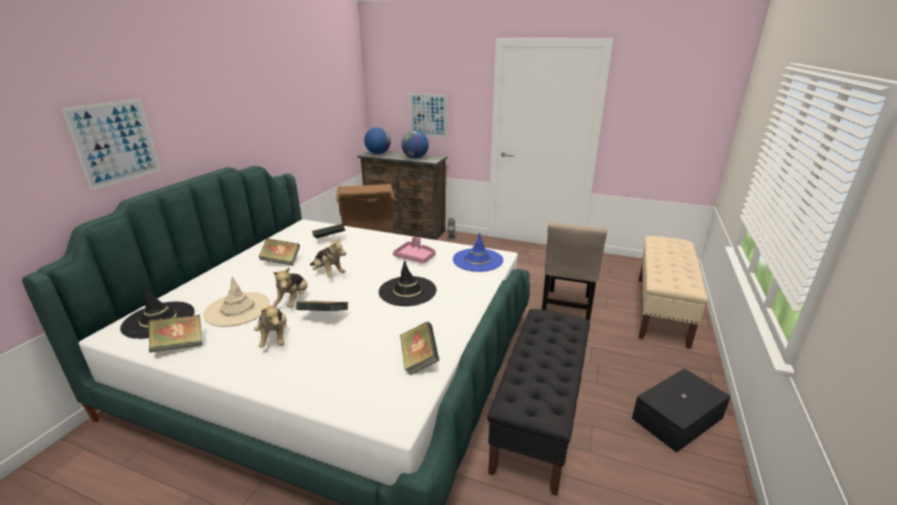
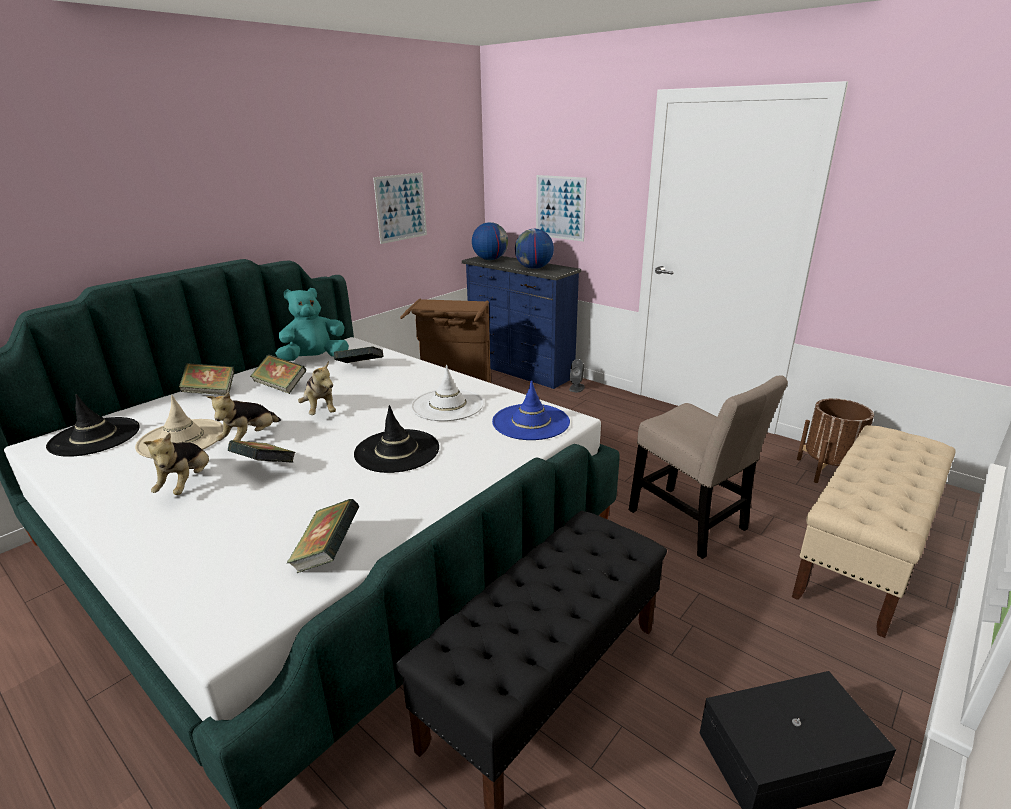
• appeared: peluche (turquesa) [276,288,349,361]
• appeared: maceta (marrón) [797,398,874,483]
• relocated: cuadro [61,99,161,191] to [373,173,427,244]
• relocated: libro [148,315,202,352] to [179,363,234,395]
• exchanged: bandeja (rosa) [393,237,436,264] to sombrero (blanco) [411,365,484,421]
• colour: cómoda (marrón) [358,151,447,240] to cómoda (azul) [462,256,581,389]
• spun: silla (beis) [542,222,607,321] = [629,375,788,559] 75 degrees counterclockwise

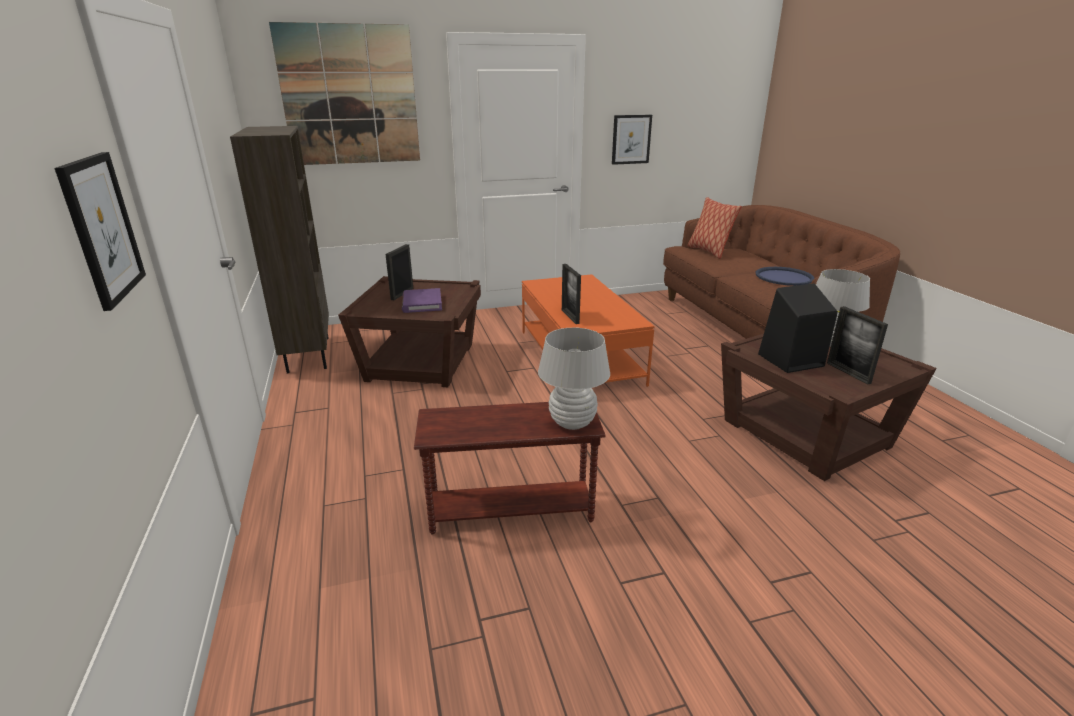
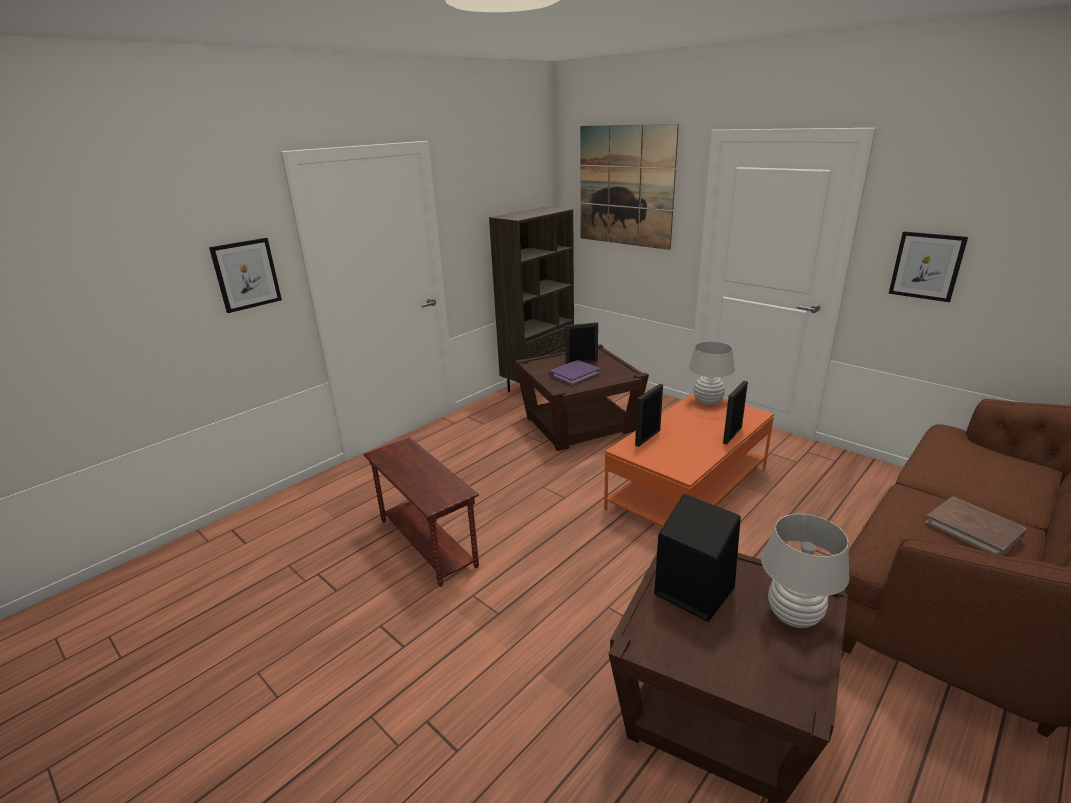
• missing: cojín [688,197,742,259]
• relocated: lámpara de mesa (blanco) [538,328,610,430] to [689,341,735,405]
• relocated: portarretratos [827,306,888,385] to [723,381,748,444]
• exchanged: bandeja (azul) [756,267,815,286] to libro (marrón) [924,496,1026,557]

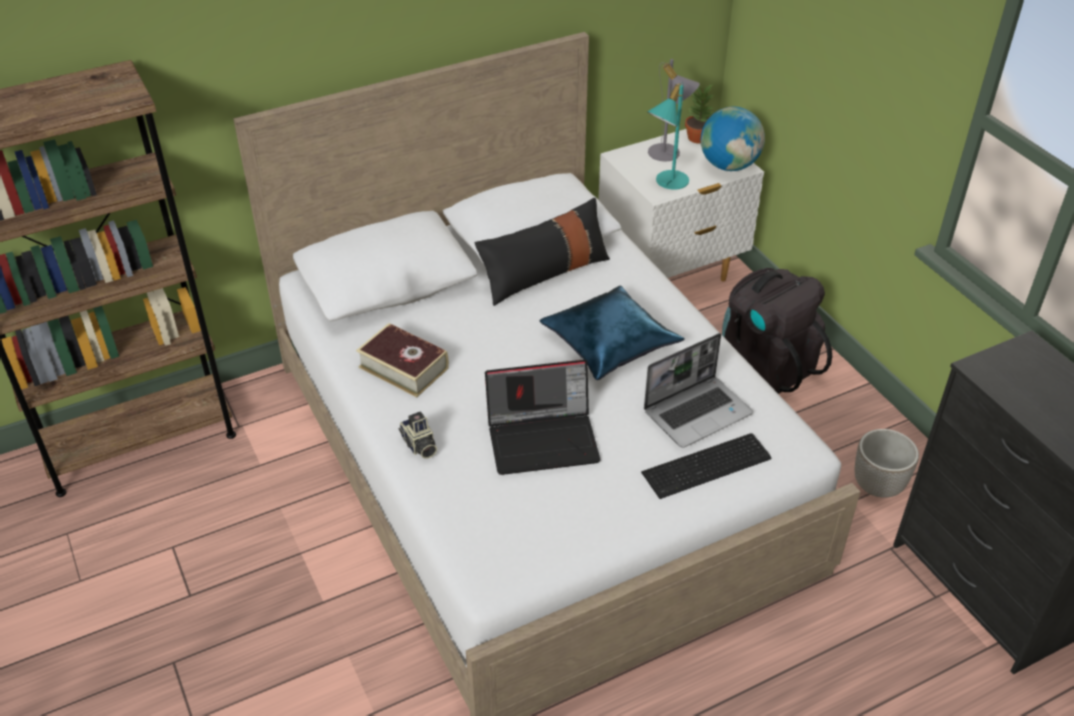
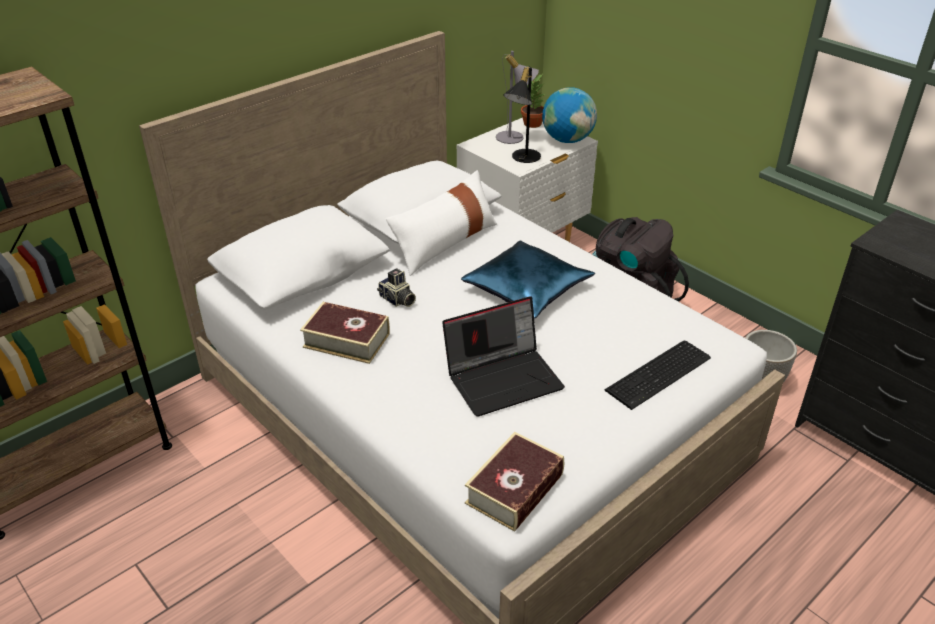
• missing: portátil [644,333,753,448]
• appeared: libro [465,432,564,532]
• relocated: cámara [398,411,437,459] to [377,268,416,307]
• colour: cojín (negro) [475,198,610,306] to cojín (blanco) [386,170,497,276]
• colour: lámpara de mesa (turquesa) [647,82,689,190] to lámpara de mesa (negro) [504,66,541,163]

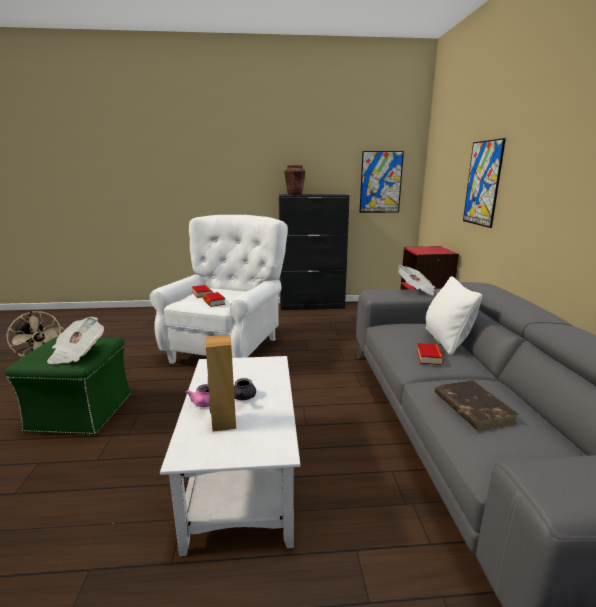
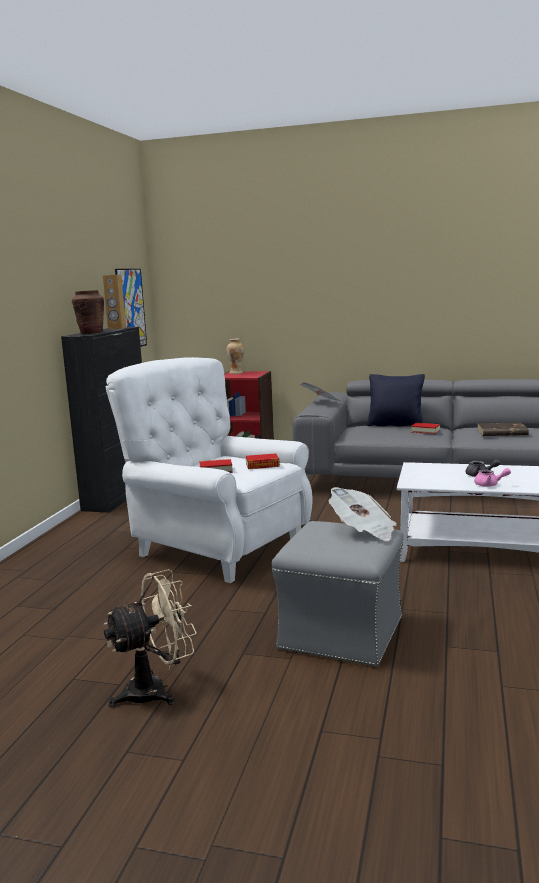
• missing: cuadro [463,138,506,228]
• appeared: florero [226,339,244,374]
• relocated: altavoz (marrón) [206,335,236,432] to [103,275,126,330]
• colour: puf (verde) [5,337,131,435] to puf (gris) [272,521,404,667]
• colour: cojín (blanco) [426,276,482,355] to cojín (negro) [367,374,425,427]

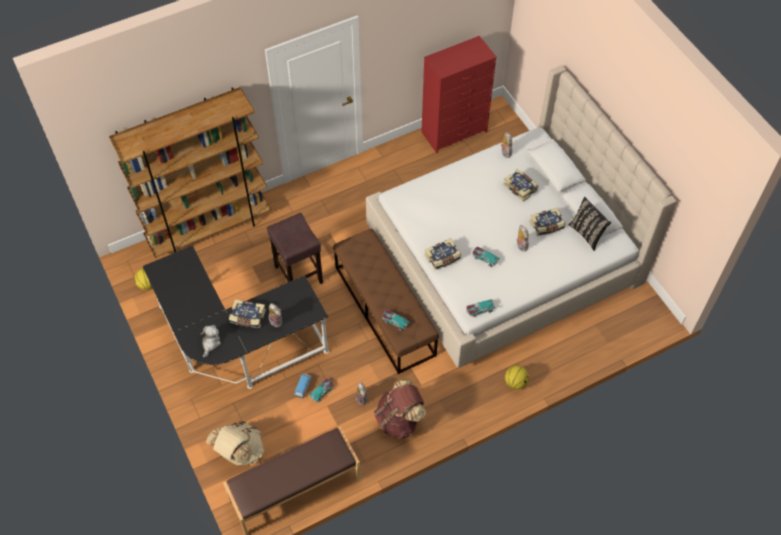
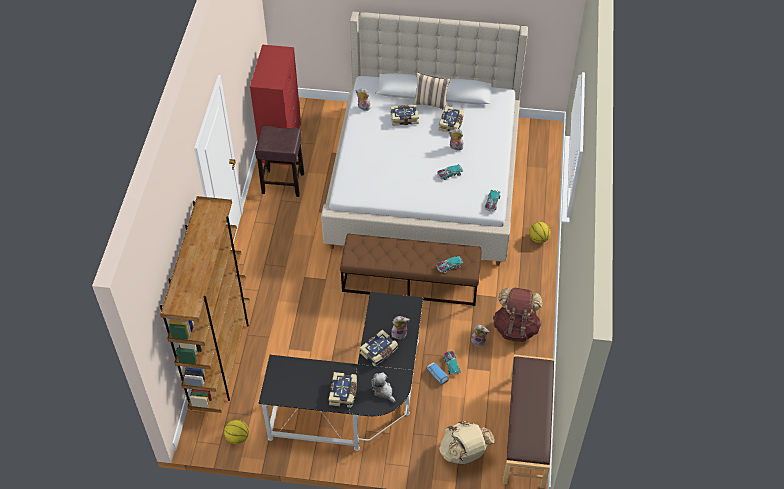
• missing: cojín (negro) [568,197,611,251]
• appeared: cojín (beis) [413,72,451,110]
• relocated: taburete (marrón) [267,213,323,284] to [255,126,304,197]
• relocated: libro [425,238,461,270] to [329,372,357,408]

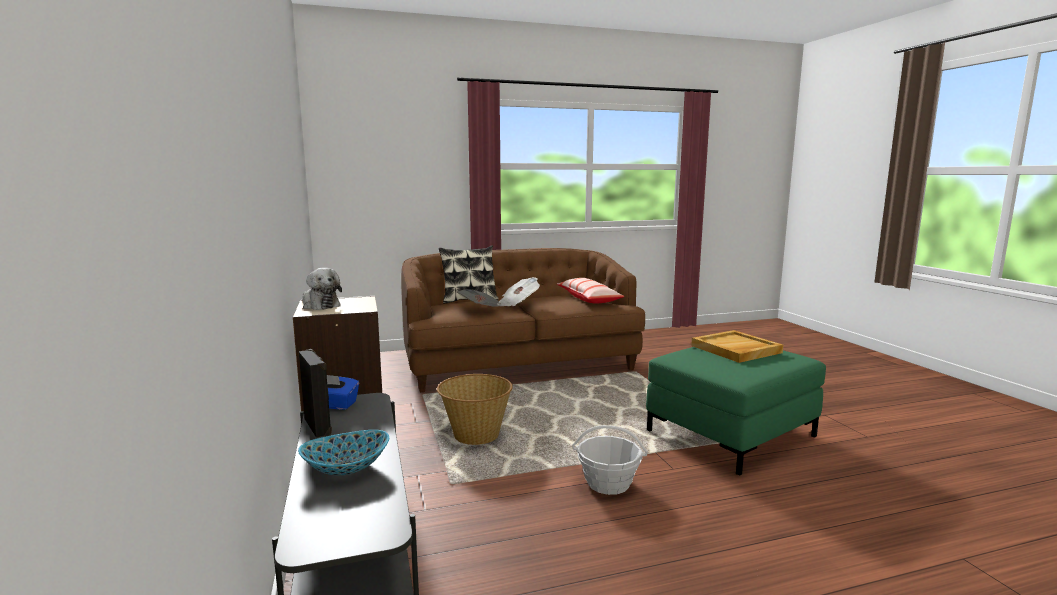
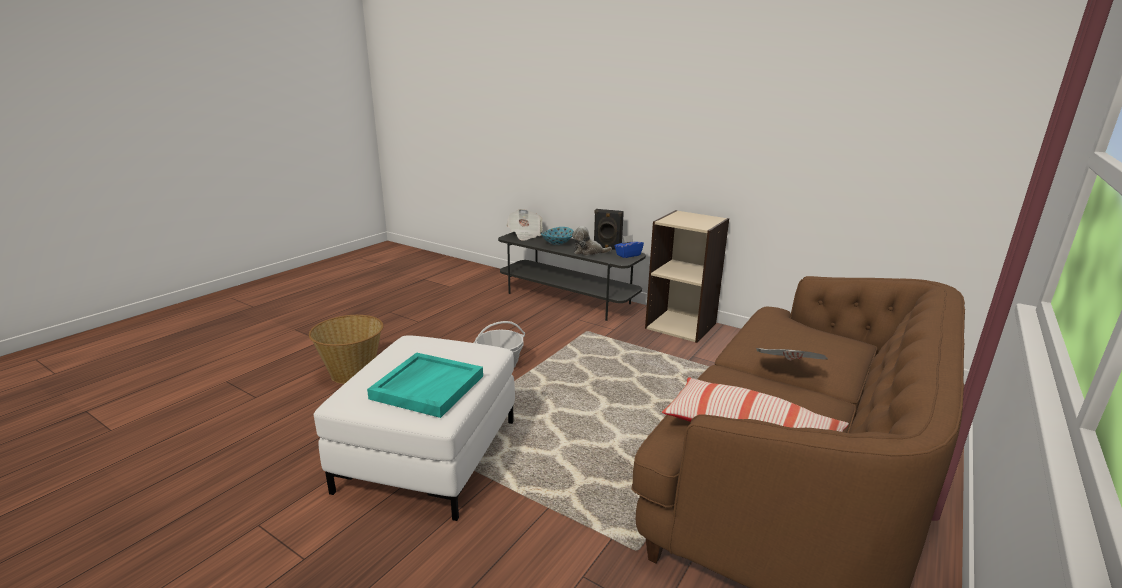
• missing: cojín [439,246,499,304]
• relocated: peluche [302,268,342,310] to [572,226,612,256]
• relocated: cesta [437,374,513,445] to [309,315,384,384]
• relocated: periódico [457,289,500,307] to [506,209,542,240]
• colour: puf (verde) [646,347,826,476] to puf (blanco) [314,335,515,521]
• colour: bandeja (beis) [691,330,783,363] to bandeja (turquesa) [367,352,483,418]

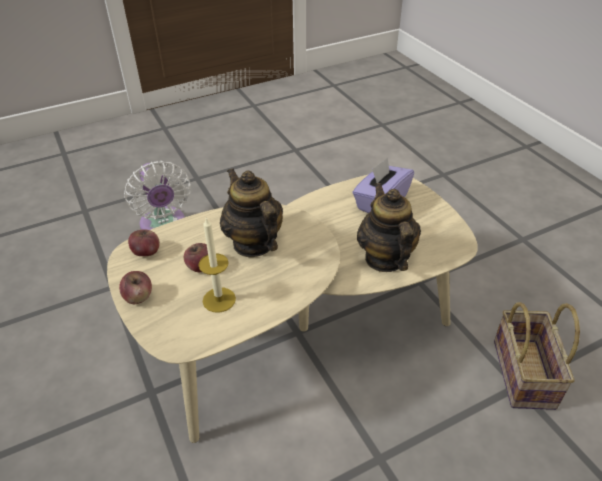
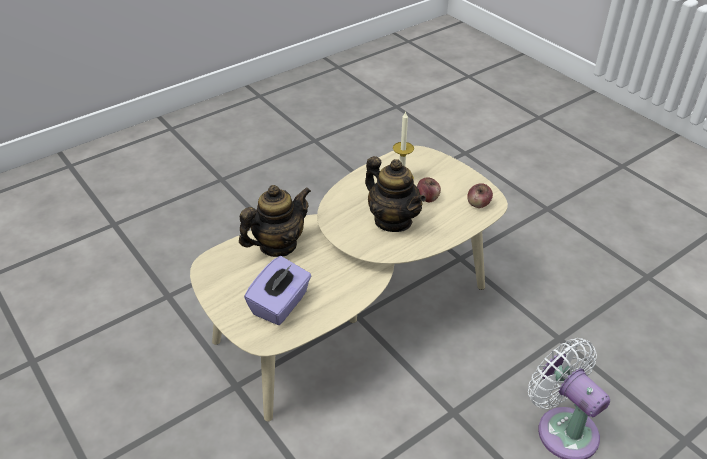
• missing: manzana [119,271,152,304]
• missing: cesta [494,302,580,410]
• spun: tetera [357,183,421,272] = [239,185,311,257] 105 degrees counterclockwise

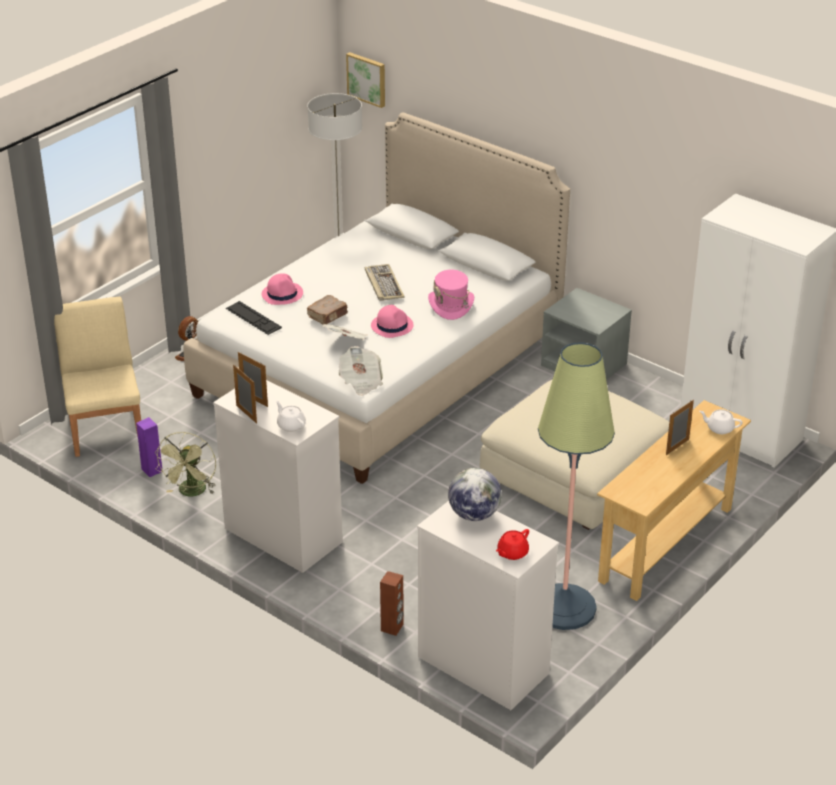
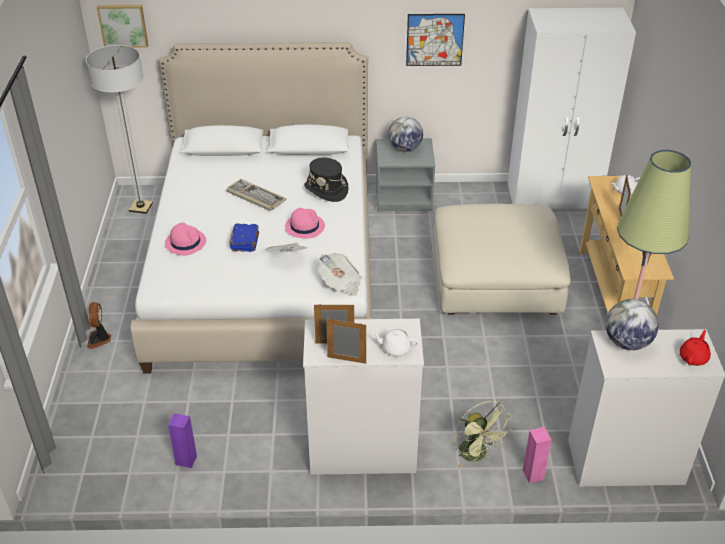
• missing: silla (beis) [54,297,141,457]
• missing: teclado [226,301,282,335]
• appeared: globo terráqueo [388,117,423,152]
• appeared: cuadro [406,14,465,66]
• relocated: ventilador (verde) [155,432,216,497] to [453,401,512,468]
• colour: libro (marrón) [307,295,348,324] to libro (azul) [229,223,259,252]
• colour: altavoz (marrón) [380,571,404,636] to altavoz (rosa) [522,427,552,483]
• colour: sombrero (rosa) [428,270,474,320] to sombrero (negro) [304,157,349,202]
• spun: tetera (rojo) [496,529,529,560] = [679,330,711,366] 150 degrees counterclockwise

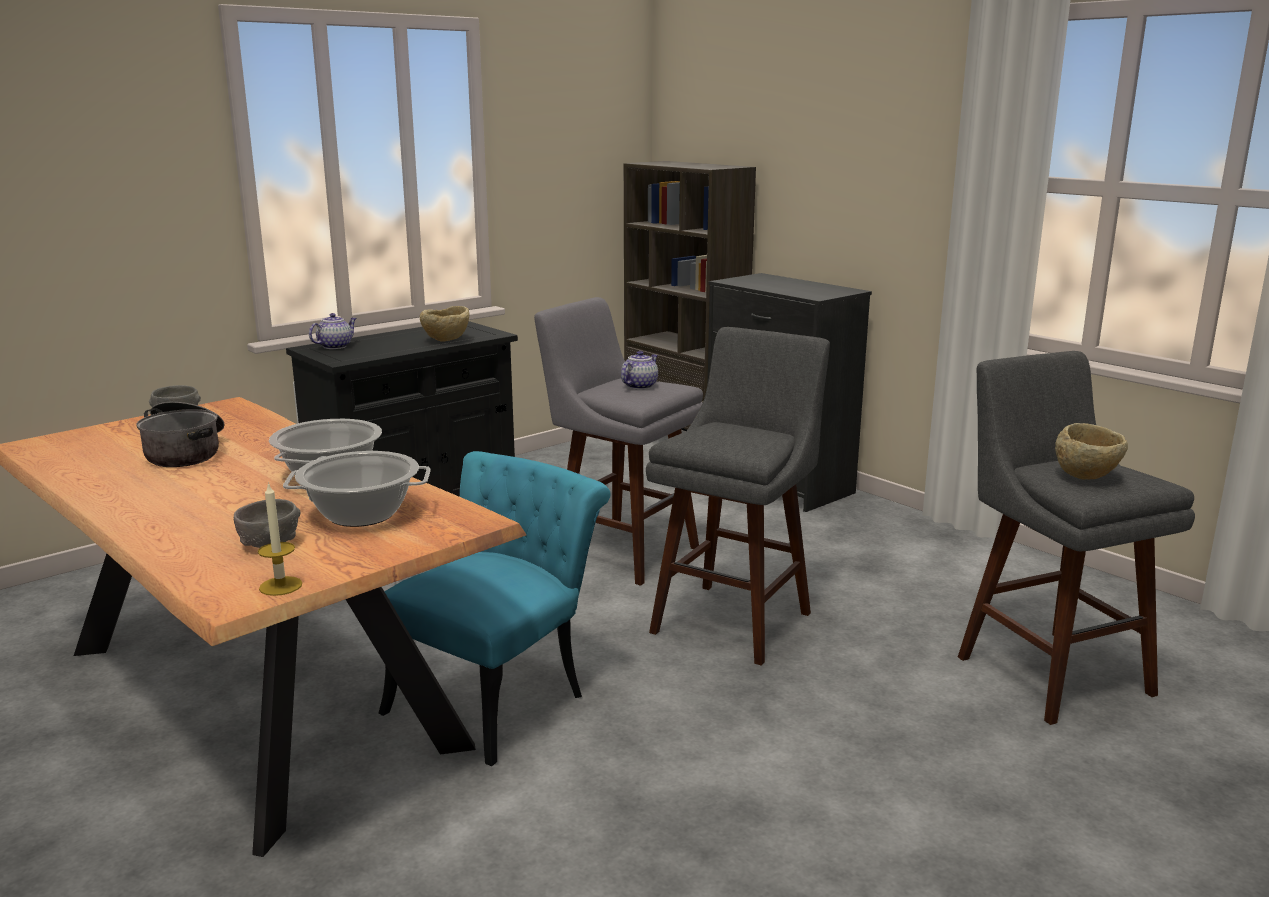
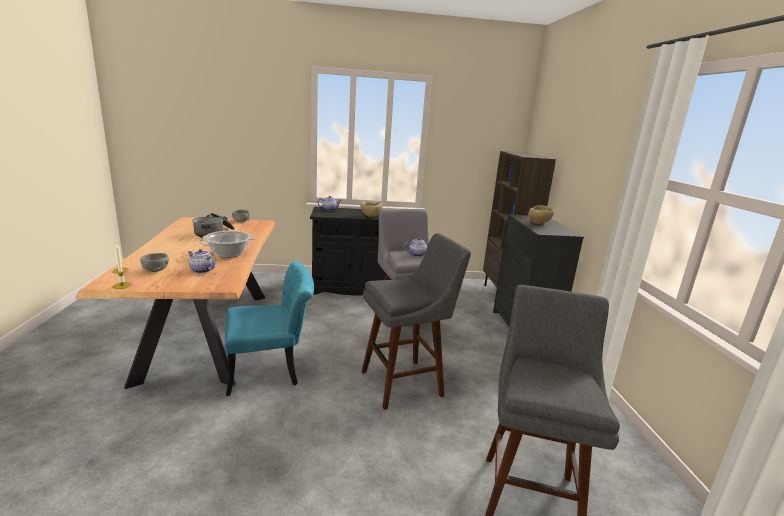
• relocated: cuenco (beis) [1055,423,1128,479] to [528,205,555,224]
• exchanged: olla [283,451,431,527] to tetera [188,249,215,273]

